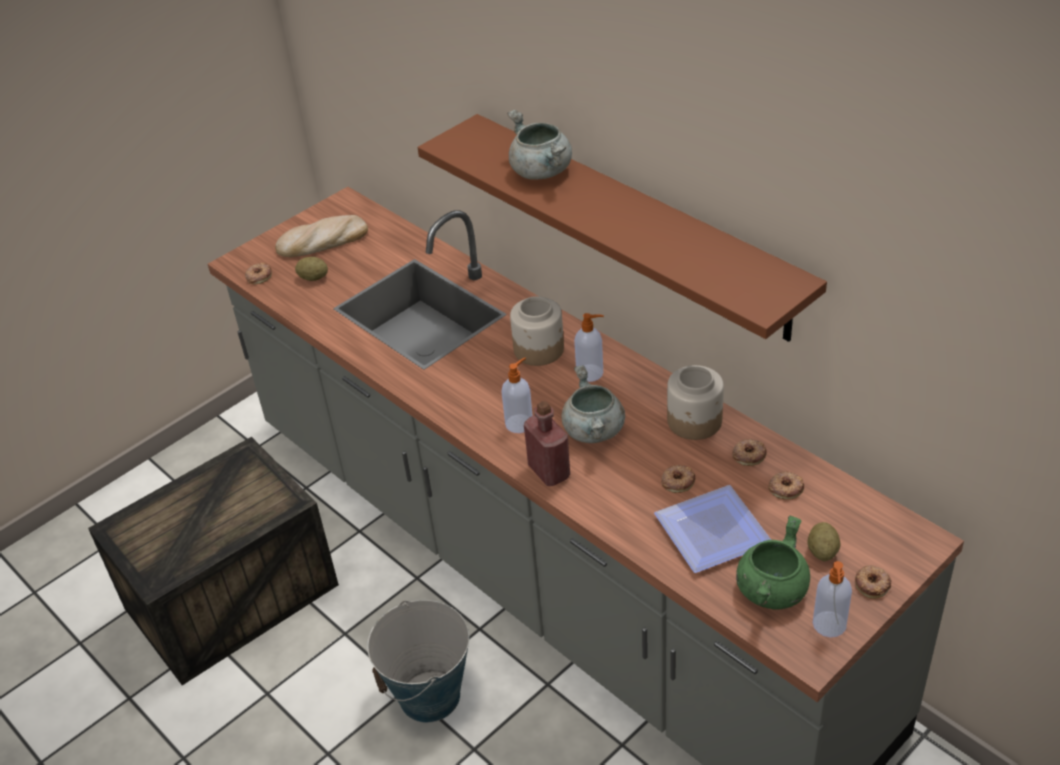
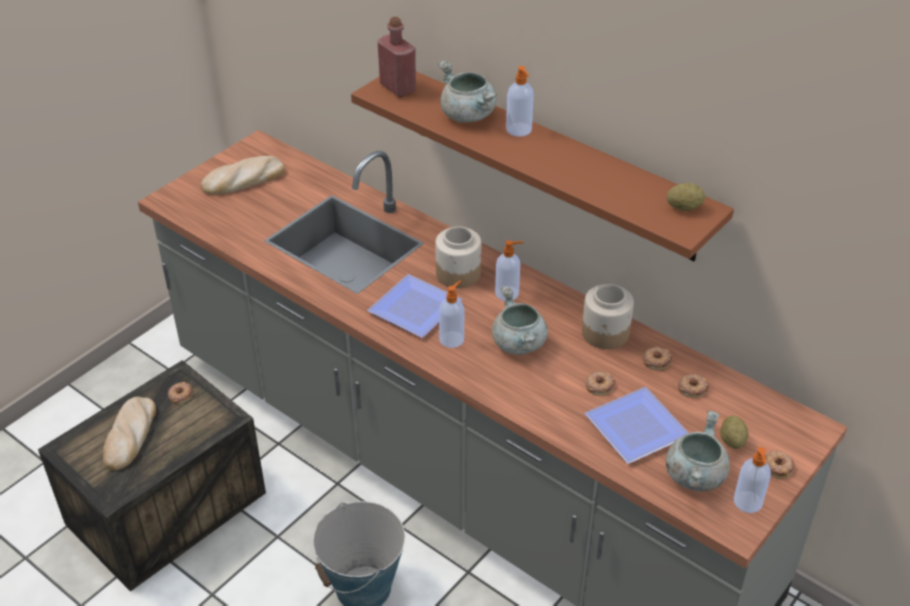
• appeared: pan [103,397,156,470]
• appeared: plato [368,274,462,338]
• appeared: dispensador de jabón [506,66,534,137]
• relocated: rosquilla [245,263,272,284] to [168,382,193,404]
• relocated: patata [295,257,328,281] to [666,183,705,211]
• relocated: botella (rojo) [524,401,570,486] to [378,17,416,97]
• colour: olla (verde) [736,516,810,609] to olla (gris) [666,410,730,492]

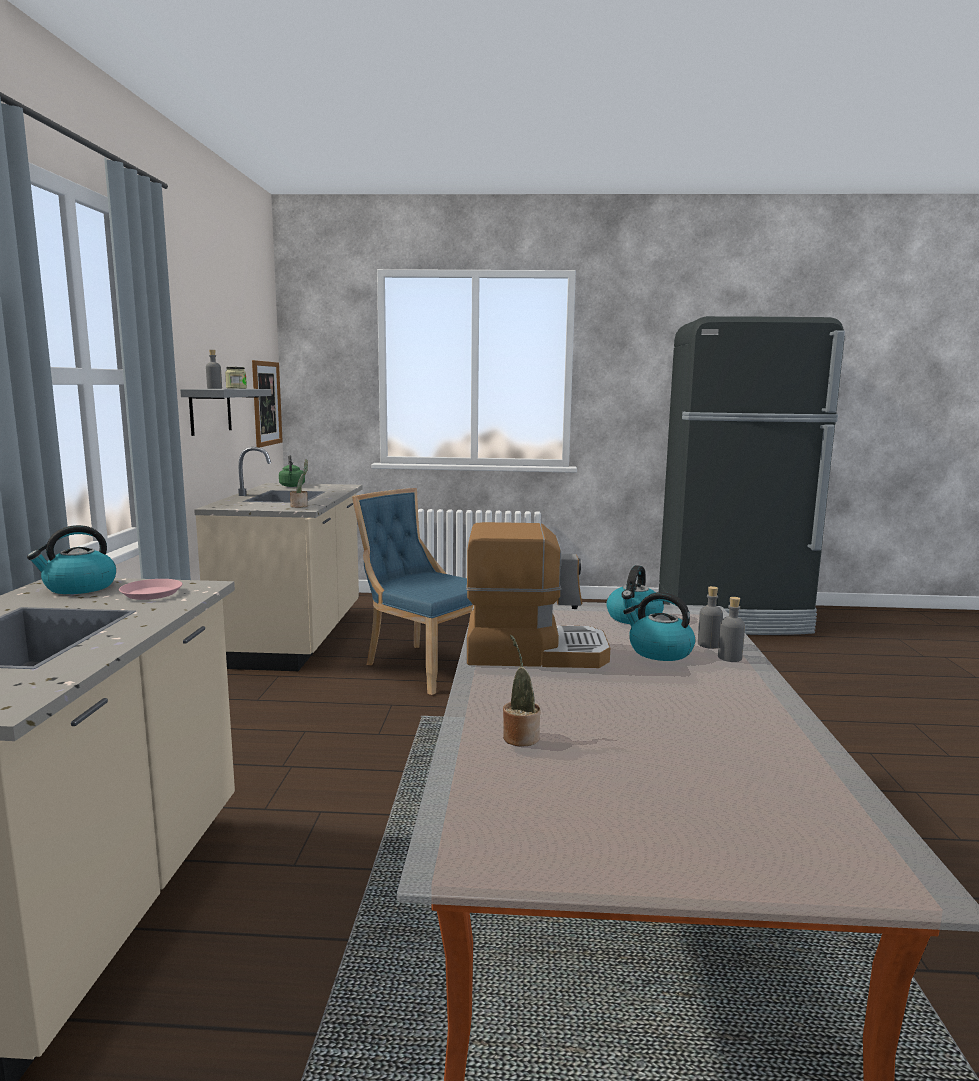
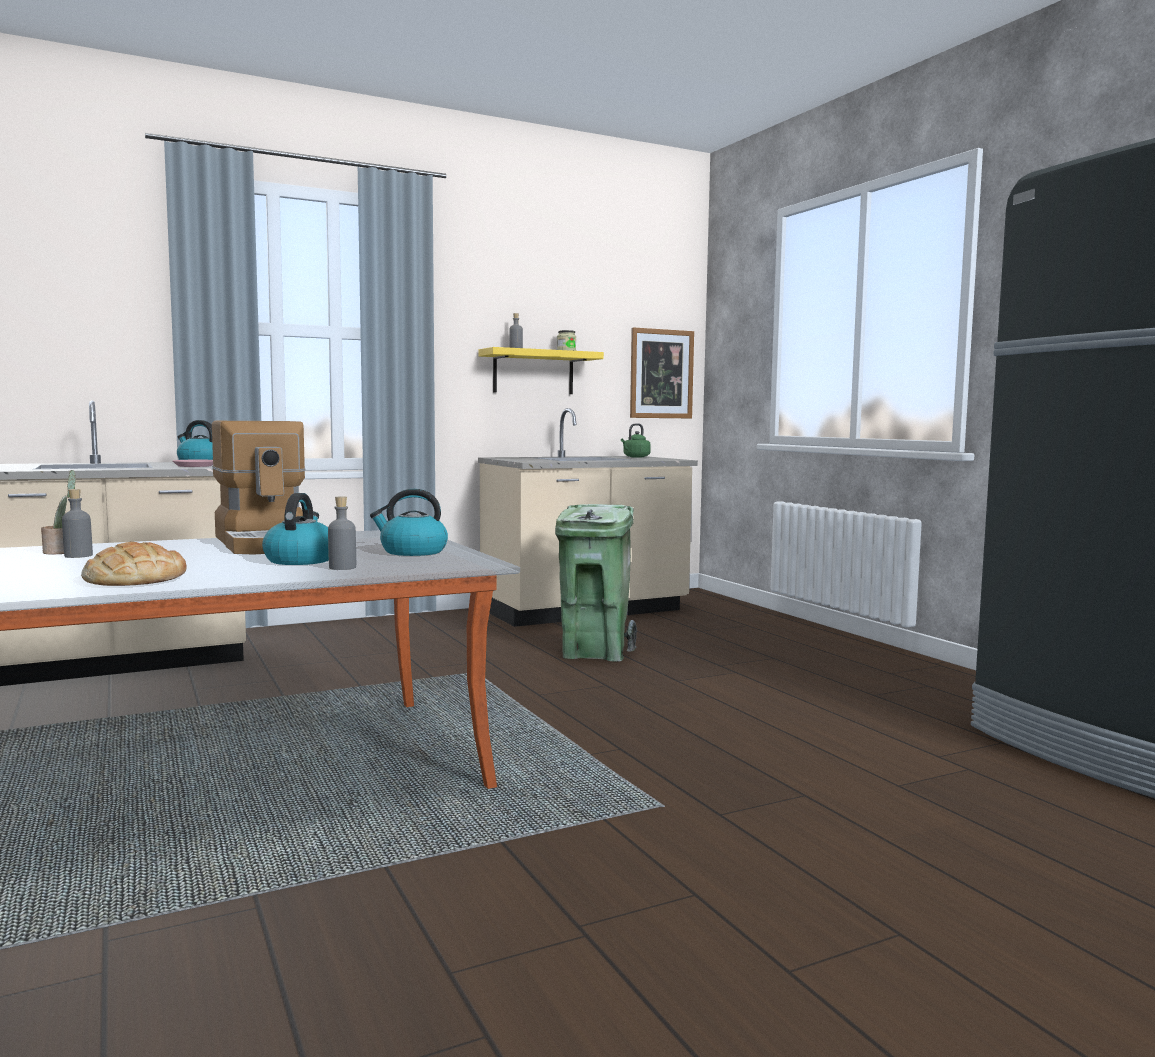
• missing: planta en maceta [290,459,308,508]
• appeared: pan [81,542,187,586]
• relocated: botella (gris) [718,597,745,662] to [62,489,93,558]
• exchanged: silla (azul) [352,488,473,695] to papelera (verde) [555,504,637,662]
• colour: estante (gris) [180,389,271,436] to estante (amarillo) [478,347,604,394]

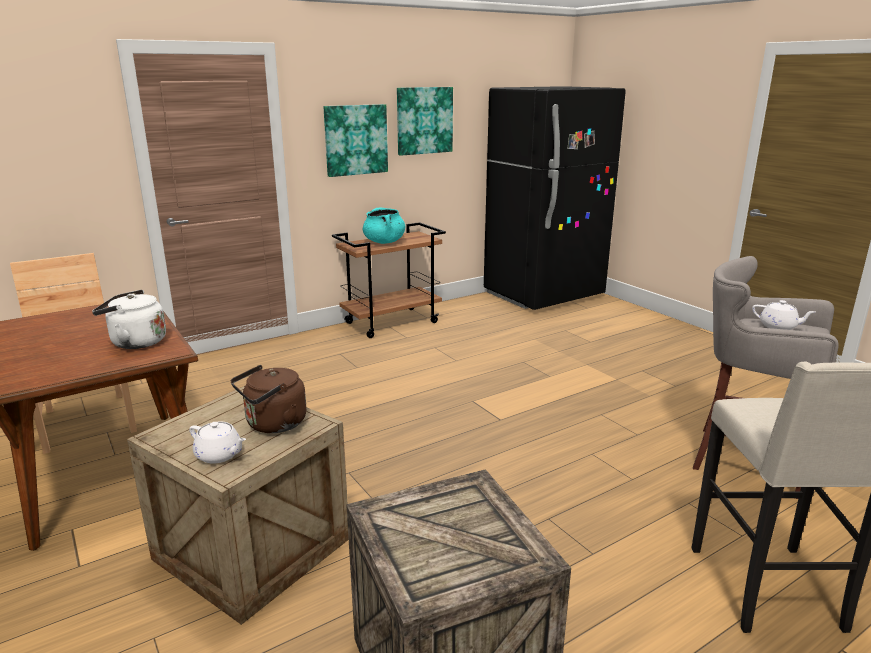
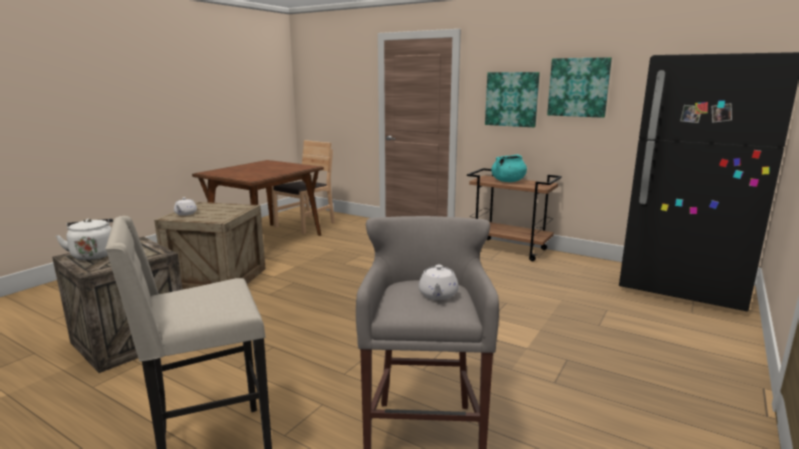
• missing: hervidor (marrón) [231,365,307,433]
• relocated: hervidor (blanco) [92,290,166,349] to [56,219,113,260]

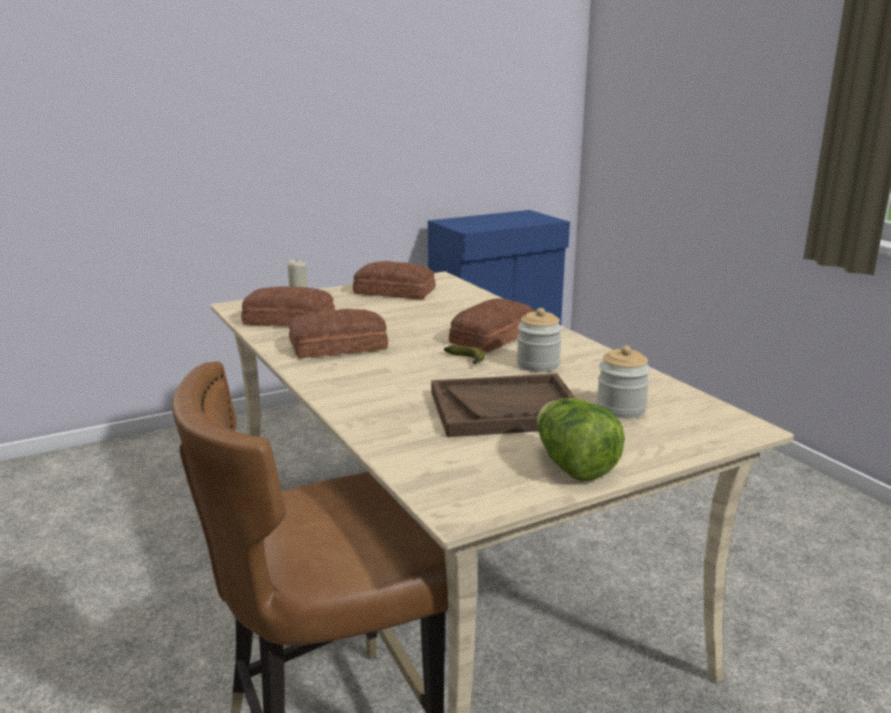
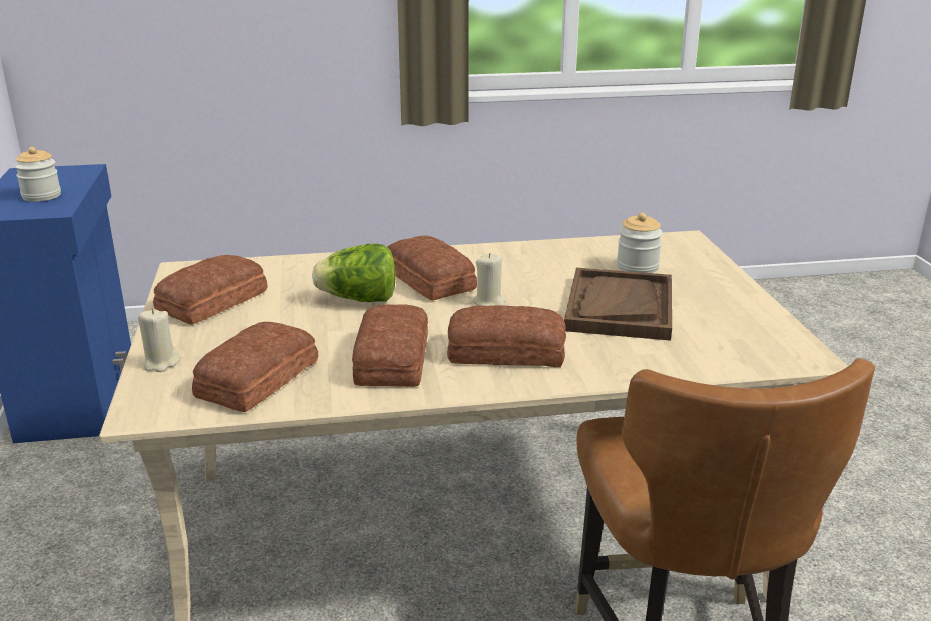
• appeared: pan [447,305,566,367]
• relocated: tarro [517,308,562,372] to [15,147,61,202]
• relocated: lechuga [537,398,625,481] to [312,243,396,302]
• exchanged: plátano [444,345,485,364] to vela (beis) [473,253,506,306]

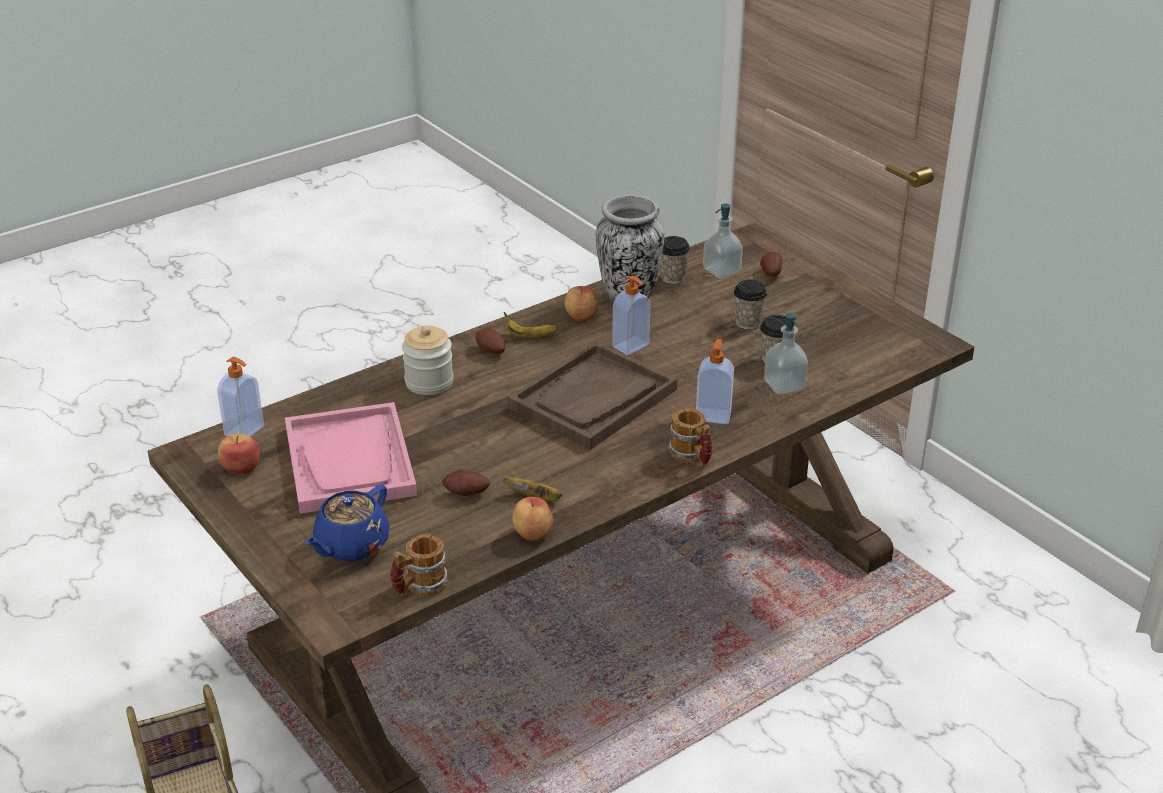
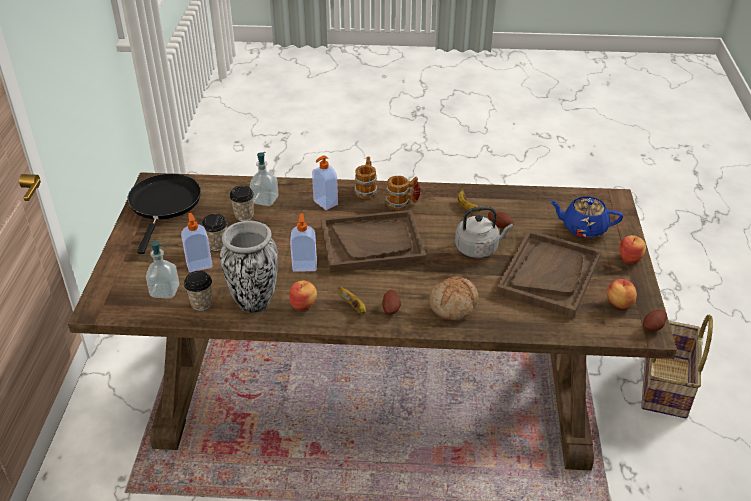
• appeared: sartén (negro) [128,173,201,254]
• appeared: hervidor (gris) [455,206,513,258]
• relocated: dispensador de jabón [217,357,264,437] to [181,213,213,272]
• relocated: taza grande [390,534,447,596] to [385,176,421,210]
• relocated: manzana [512,497,554,541] to [619,235,646,264]
• relocated: patata [760,252,782,277] to [643,310,667,331]
• exchanged: tarro [402,325,453,395] to pan [429,277,478,321]
• colour: bandeja (rosa) [285,402,417,514] to bandeja (marrón) [496,230,602,318]
• spun: tetera (azul) [305,485,389,561] = [549,197,623,238] 150 degrees counterclockwise

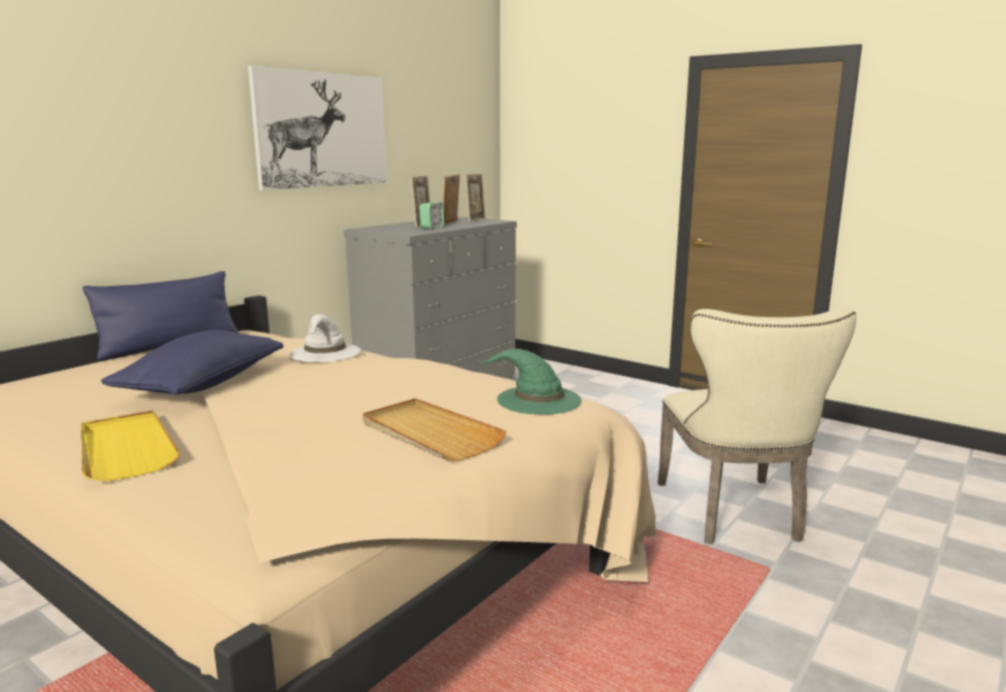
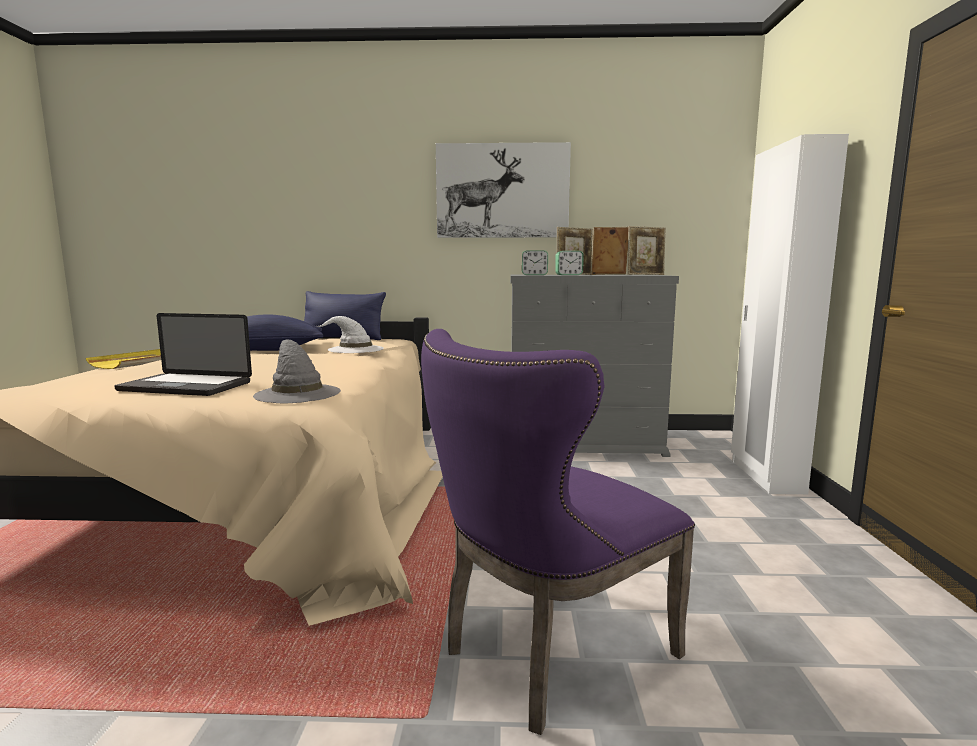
• appeared: despertador [522,250,548,275]
• appeared: armario ropero (blanco) [731,134,849,494]
• exchanged: bandeja (beis) [363,398,506,461] to portátil [114,313,252,396]
• colour: sombrero (verde) [478,349,582,415] to sombrero (gris) [253,339,341,404]
• colour: silla (beis) [658,307,856,545] to silla (morado) [421,329,695,735]

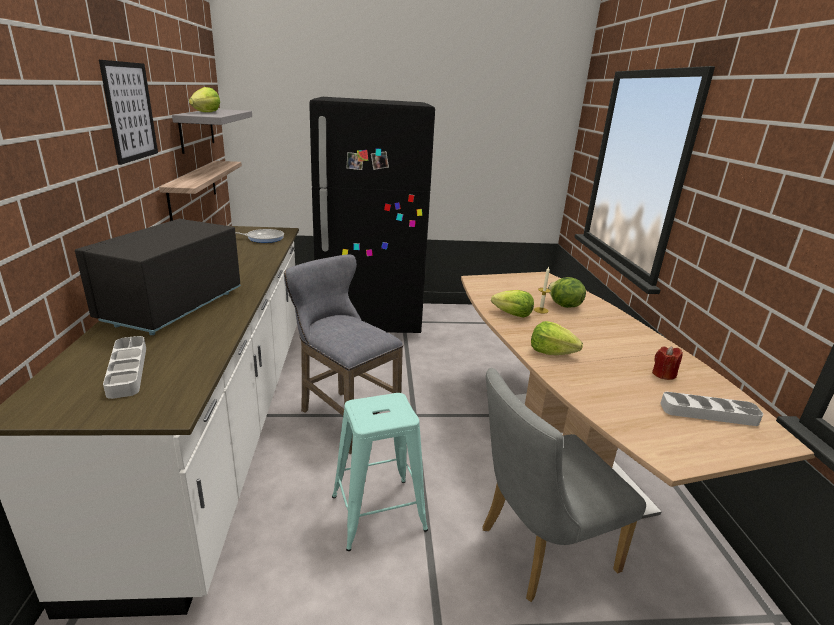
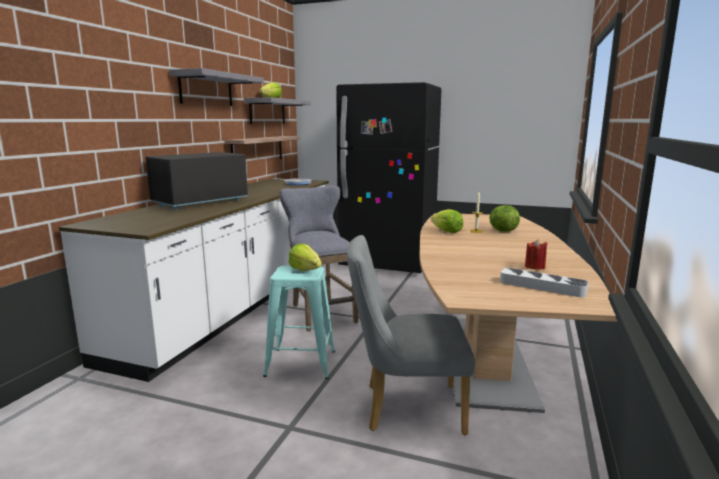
• missing: bandeja (gris) [103,336,146,399]
• relocated: lechuga [531,321,583,355] to [288,244,322,271]
• exchanged: cuadro [99,60,158,165] to estante (gris) [169,68,264,106]

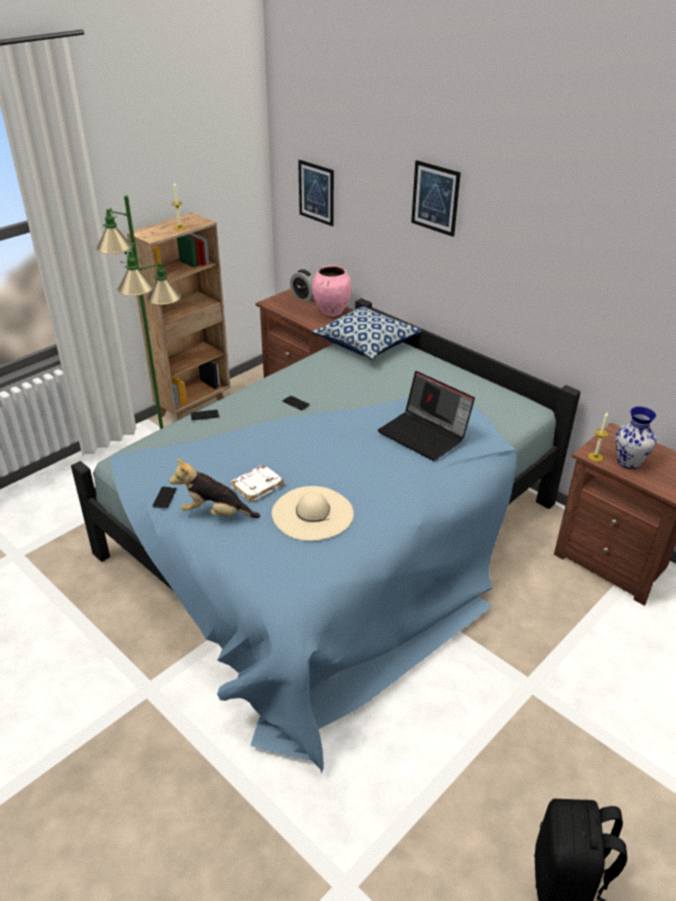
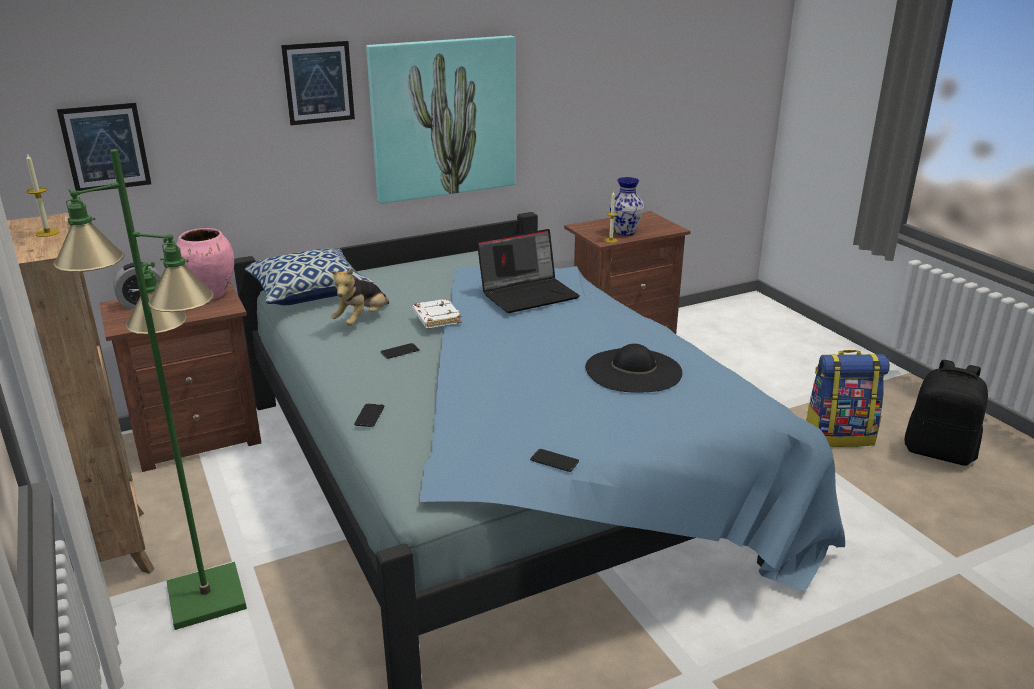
• appeared: cuadro [366,36,515,204]
• appeared: mochila [806,350,890,447]
• relocated: peluche [170,458,261,518] to [330,268,389,325]
• relocated: libro (blanco) [230,465,284,502] to [412,299,462,328]
• colour: sombrero (beis) [272,486,354,541] to sombrero (negro) [585,344,682,392]

